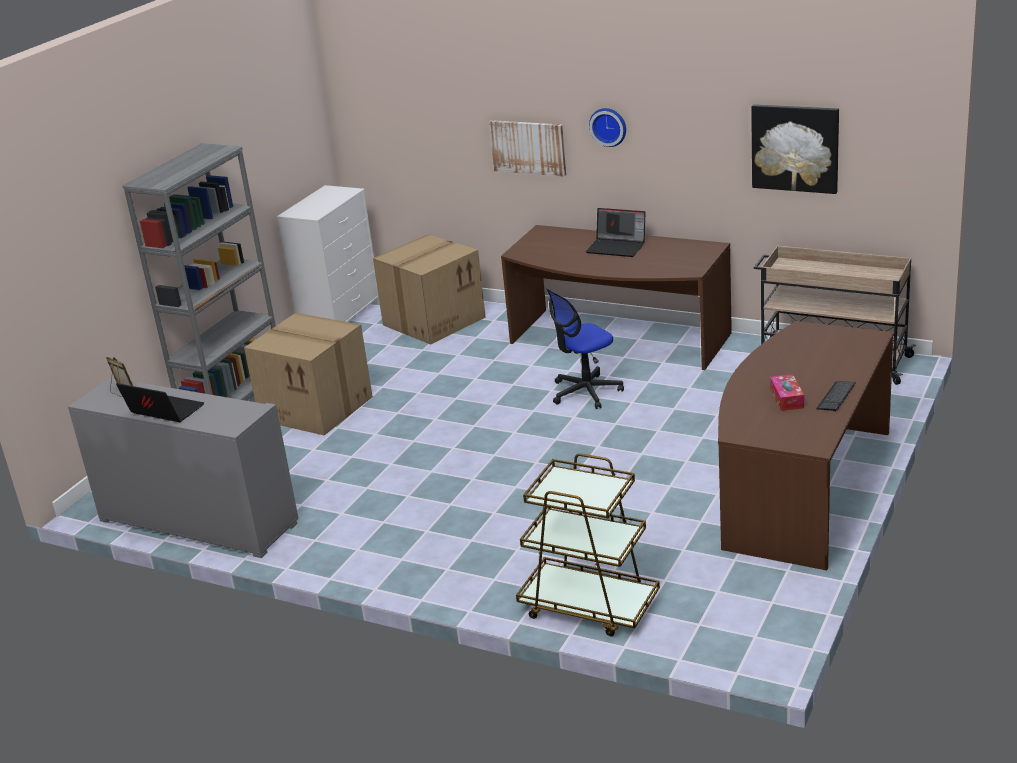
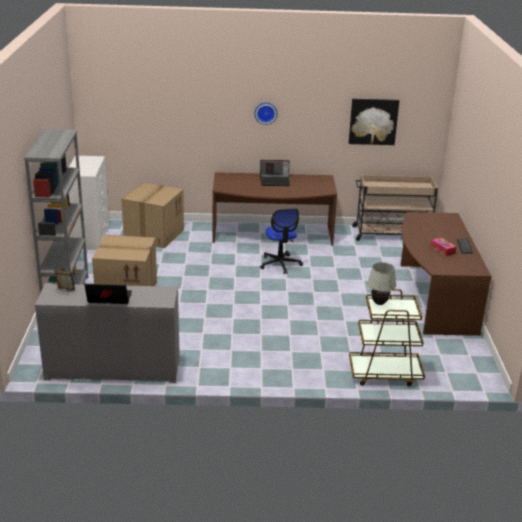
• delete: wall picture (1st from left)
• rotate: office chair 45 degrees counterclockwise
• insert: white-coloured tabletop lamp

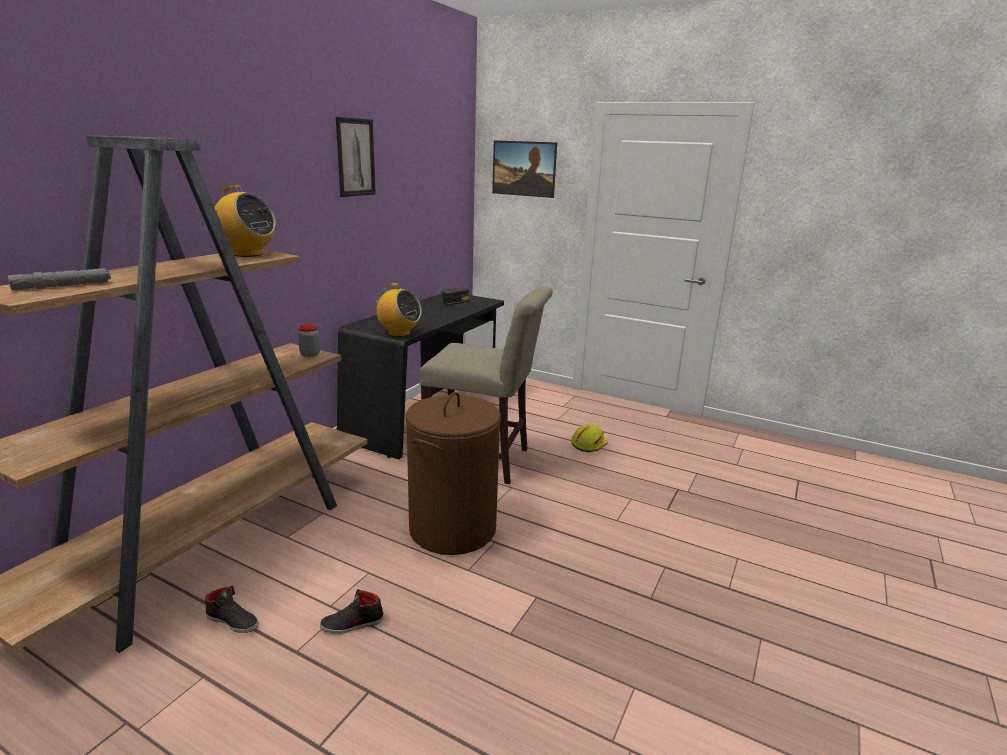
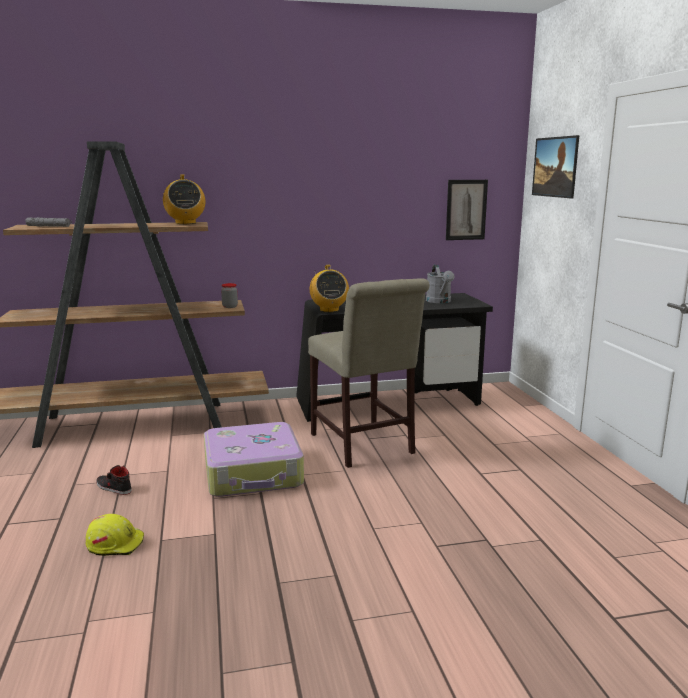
• move: wall picture (1st from left)
• replace: gray cap to gray watering pot
• replace: brownish laundry basket to suitcase
• move: yellow-coloured safety helmet
• delete: black shoe (1st from left)

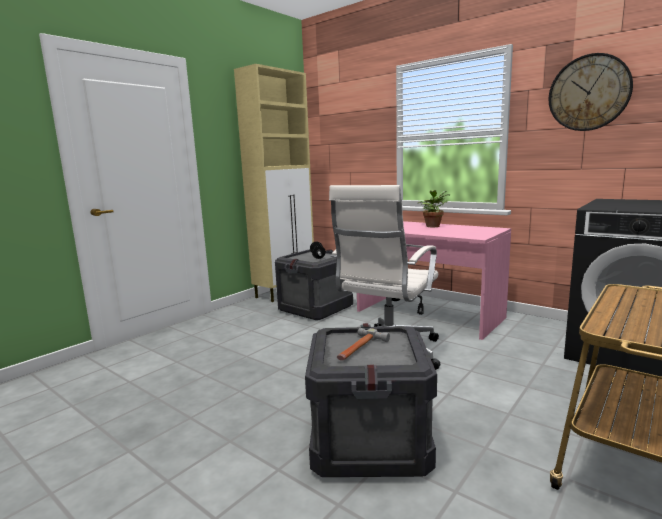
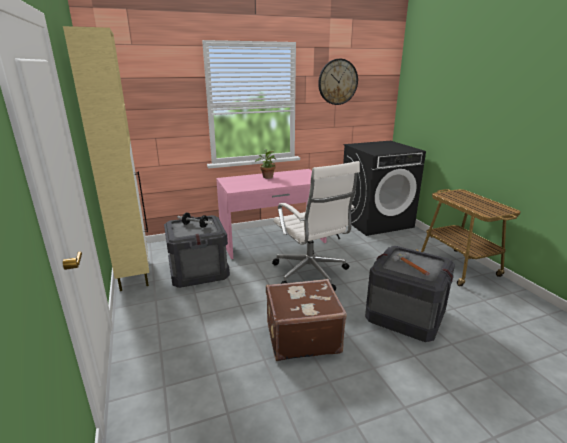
• insert: brownish suitcase

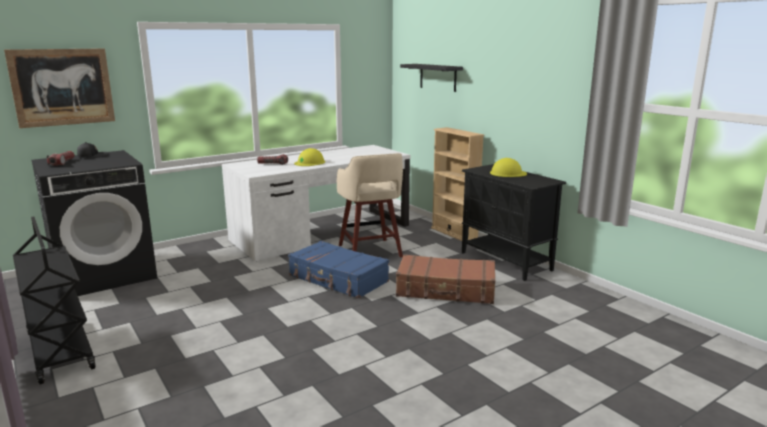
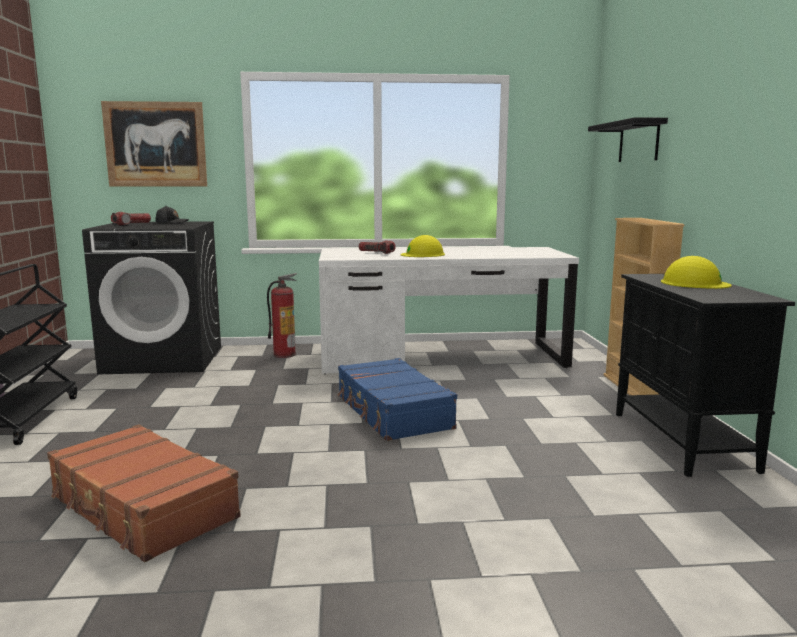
• delete: sand-coloured stool seat
• move: brownish suitcase
• insert: fire-fighting cylinder

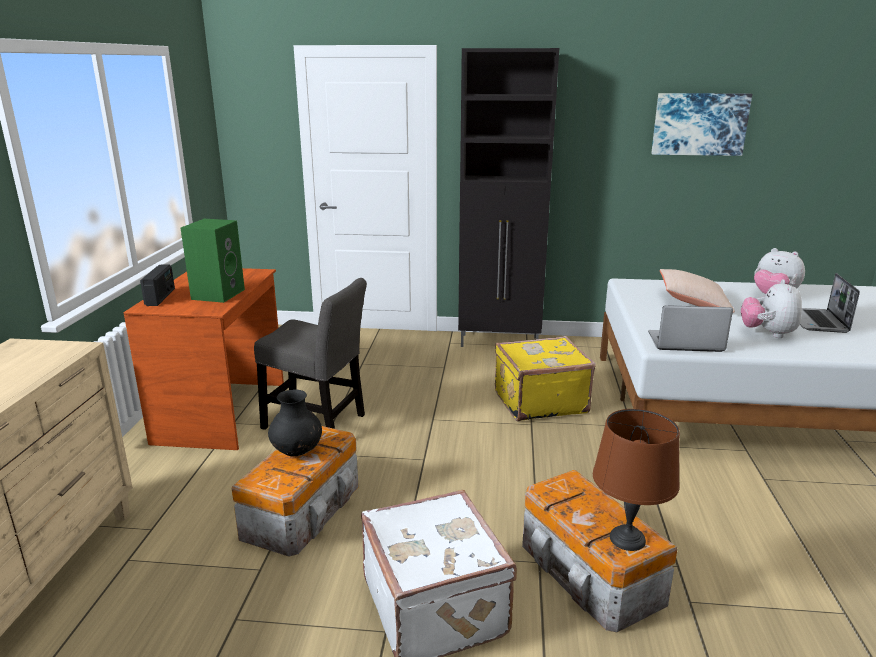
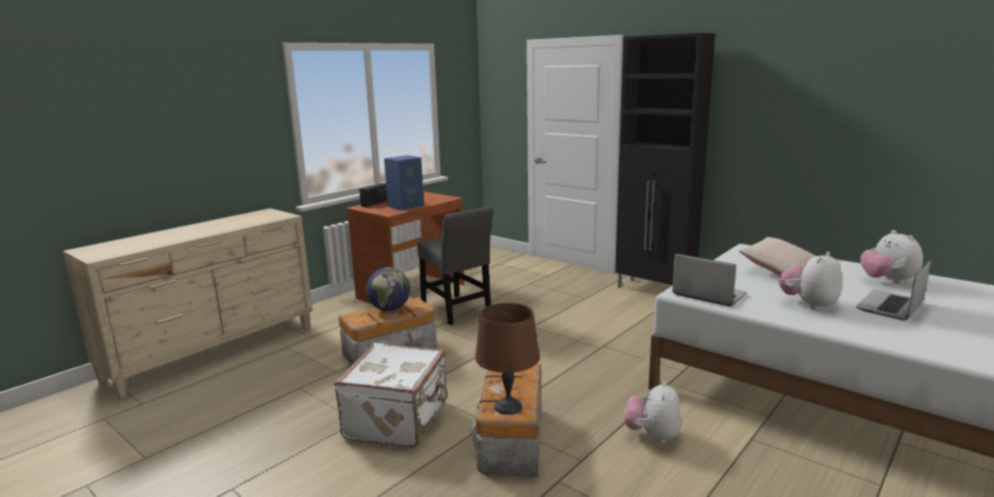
• delete: wall picture
• recolor: green audio speaker to bluish audio speaker
• delete: yellow-coloured suitcase
• replace: black vase to world globe
• insert: soft toy (1st from left)

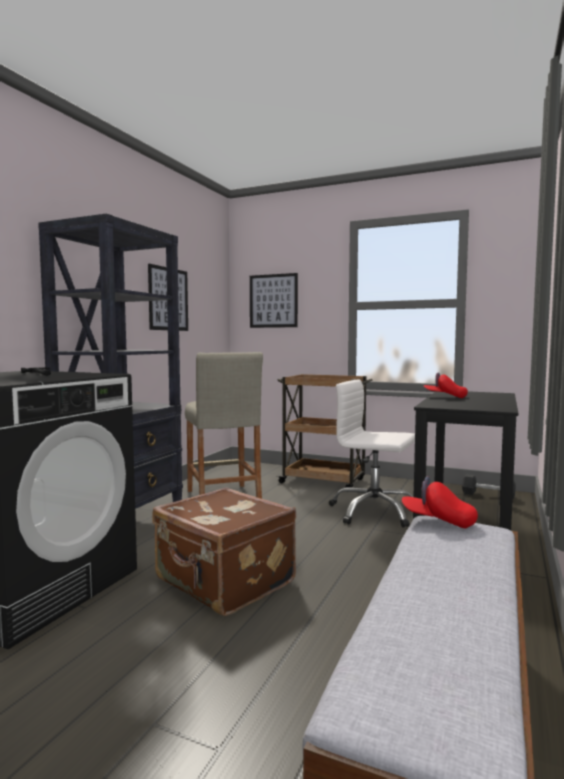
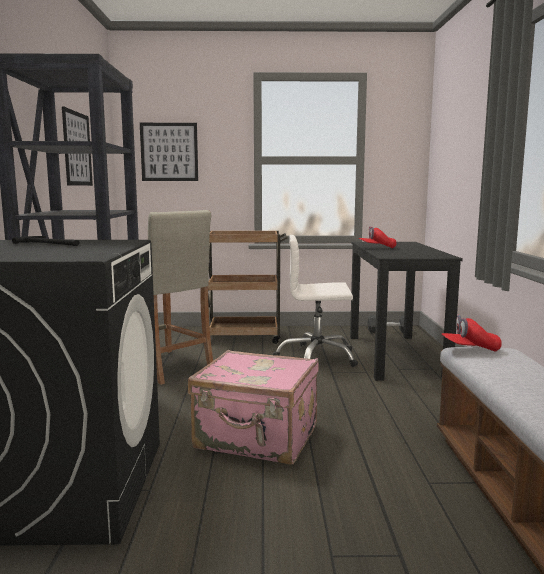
• recolor: brownish suitcase to pinkish suitcase

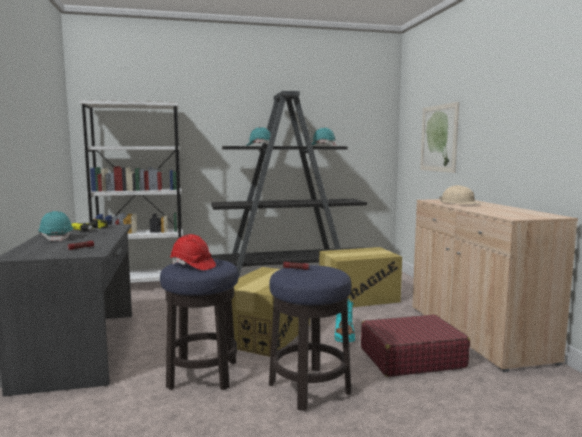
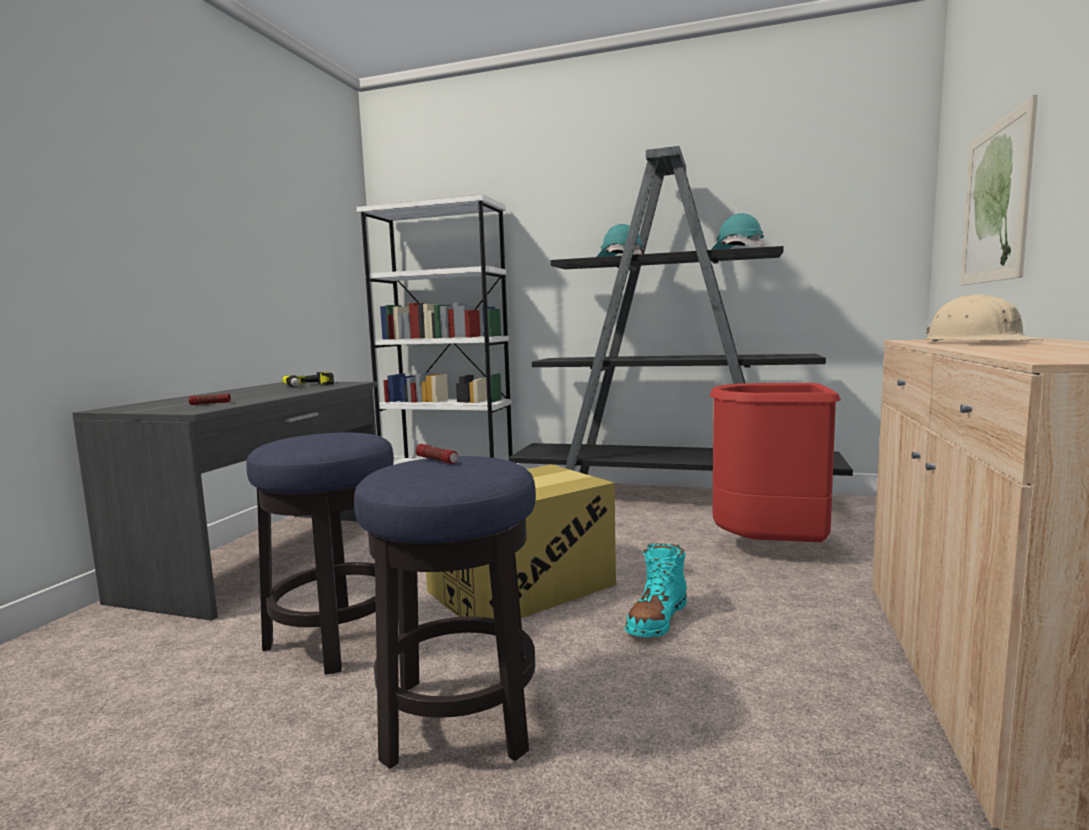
• delete: turquoise safety helmet (1st from left)
• delete: red safety helmet
• replace: cardboard box (2nd from left) to red trash can
• delete: red suitcase

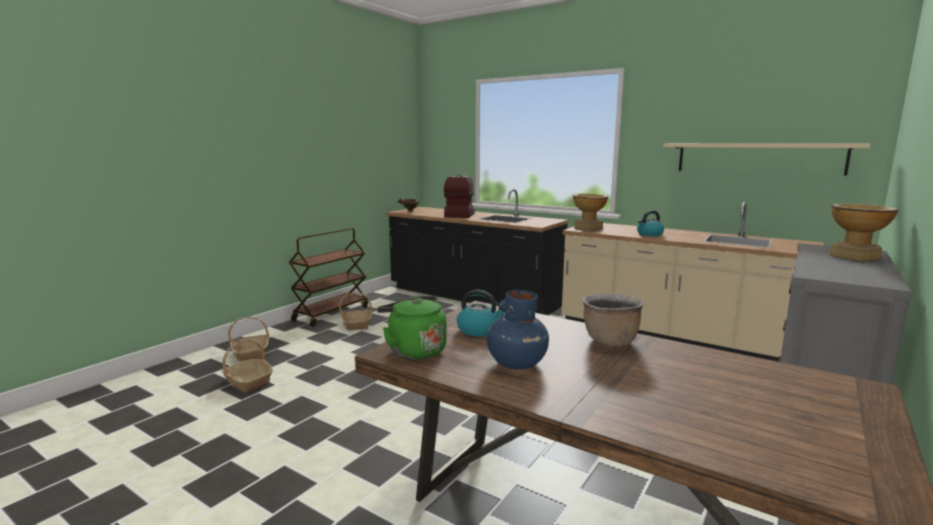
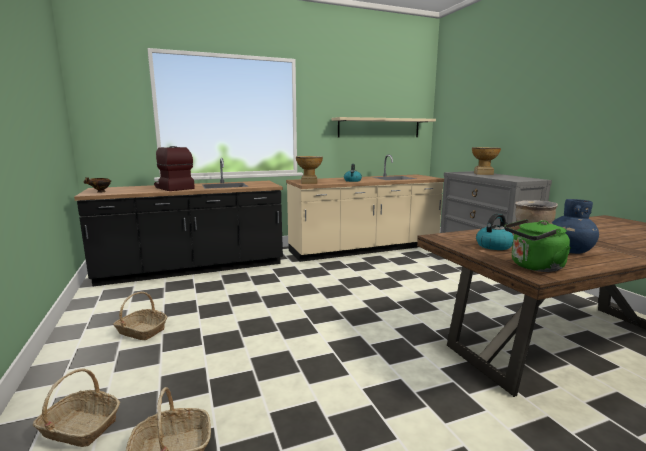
• delete: brownish wheeled cart

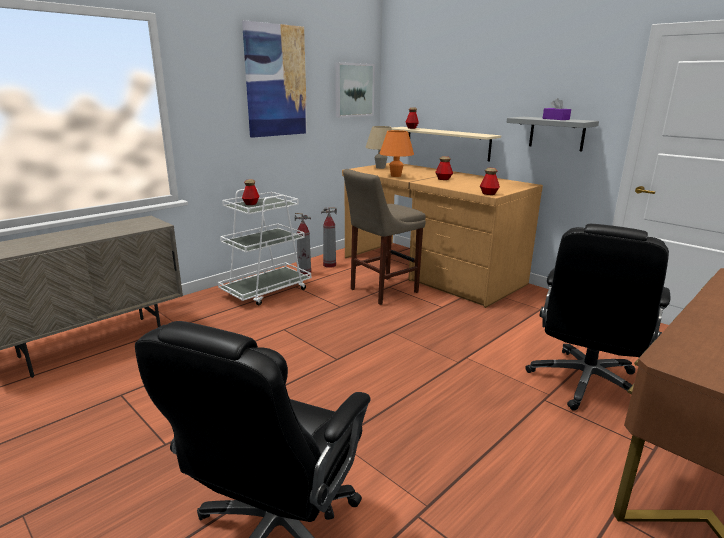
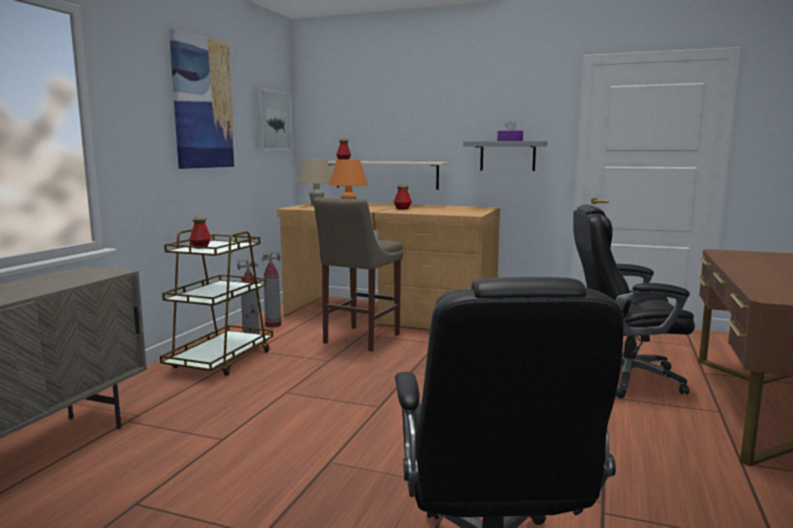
• delete: bottle (4th from left)
• recolor: white-coloured wheeled cart to brownish wheeled cart
• rotate: black office chair (2nd from left) 90 degrees clockwise

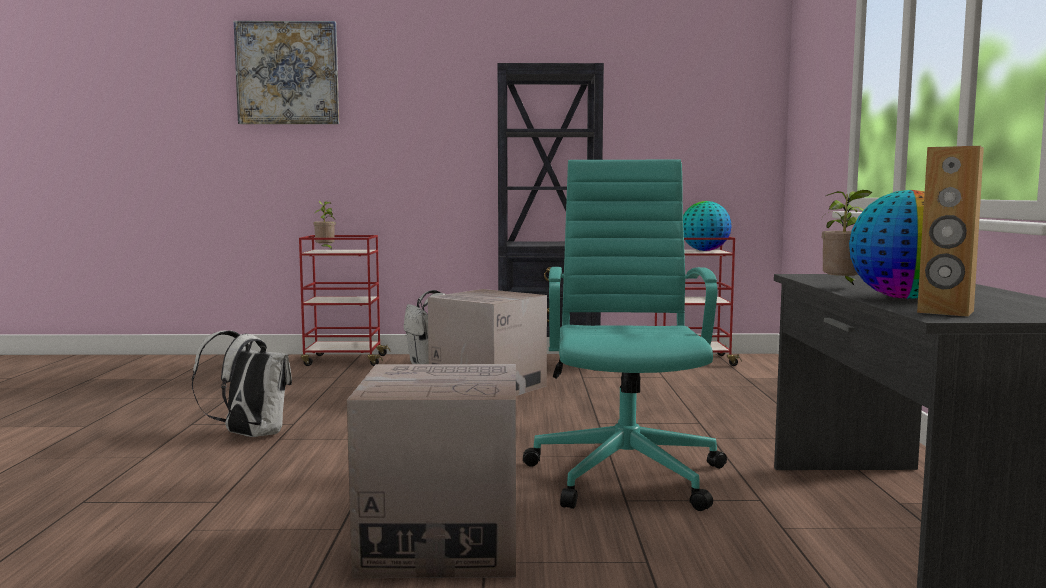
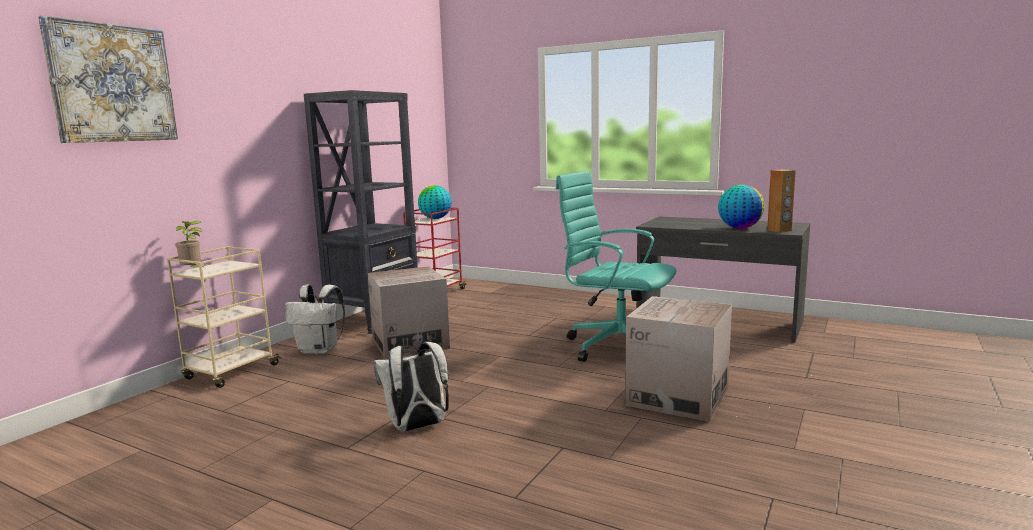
• delete: potted plant (2nd from left)
• recolor: red wheeled cart (1st from left) to sand-coloured wheeled cart

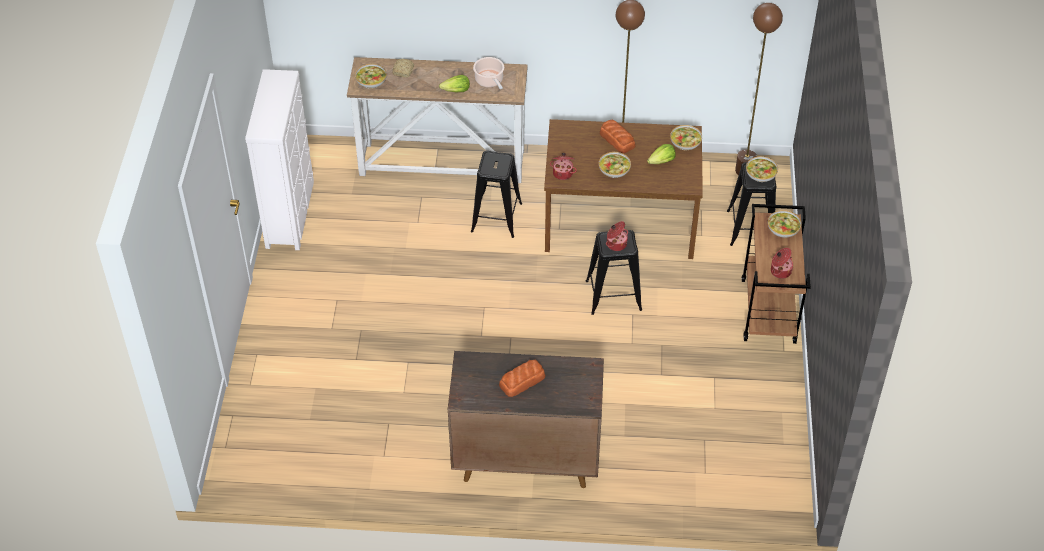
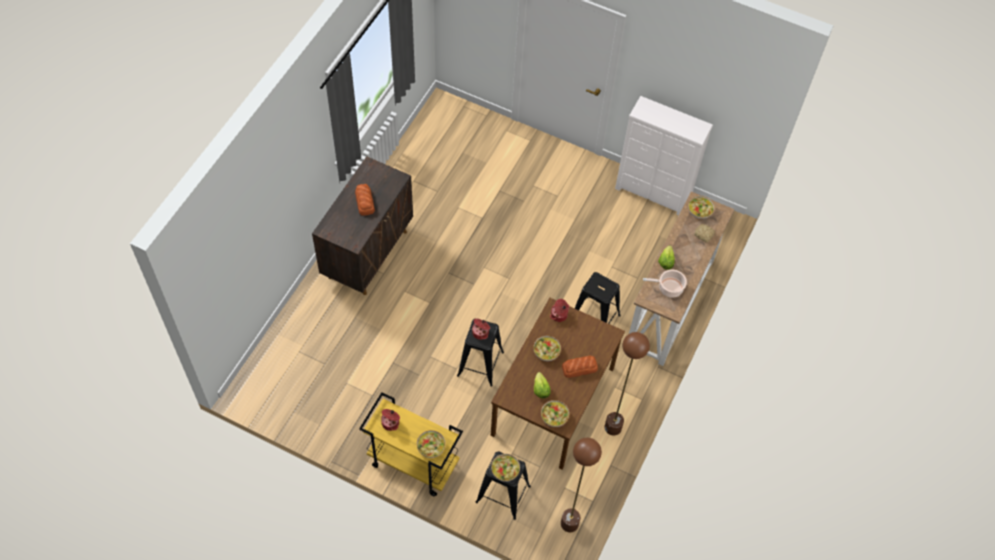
• recolor: brownish wheeled cart to yellow-coloured wheeled cart

